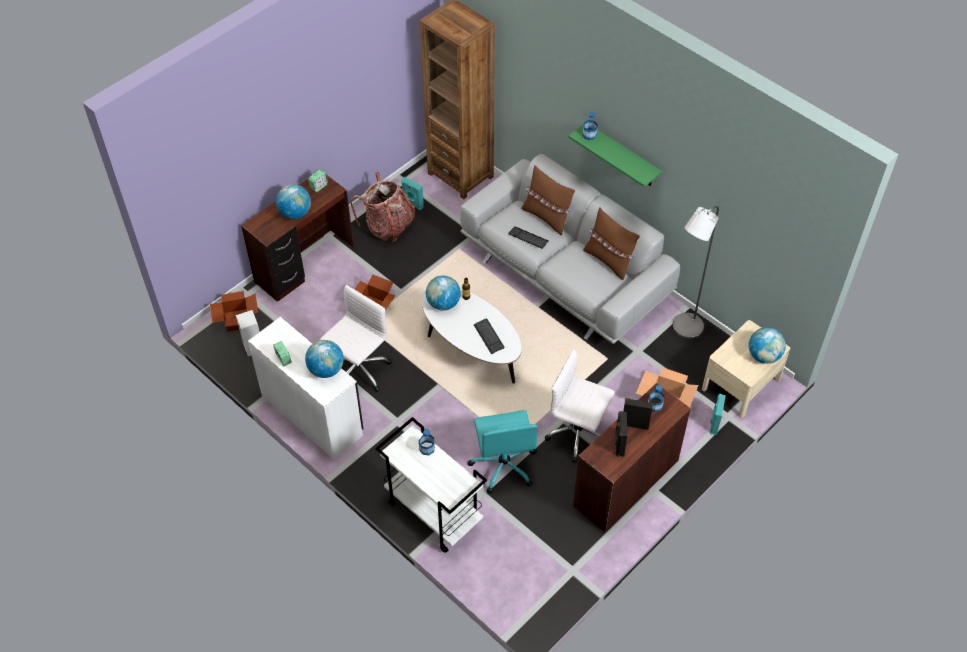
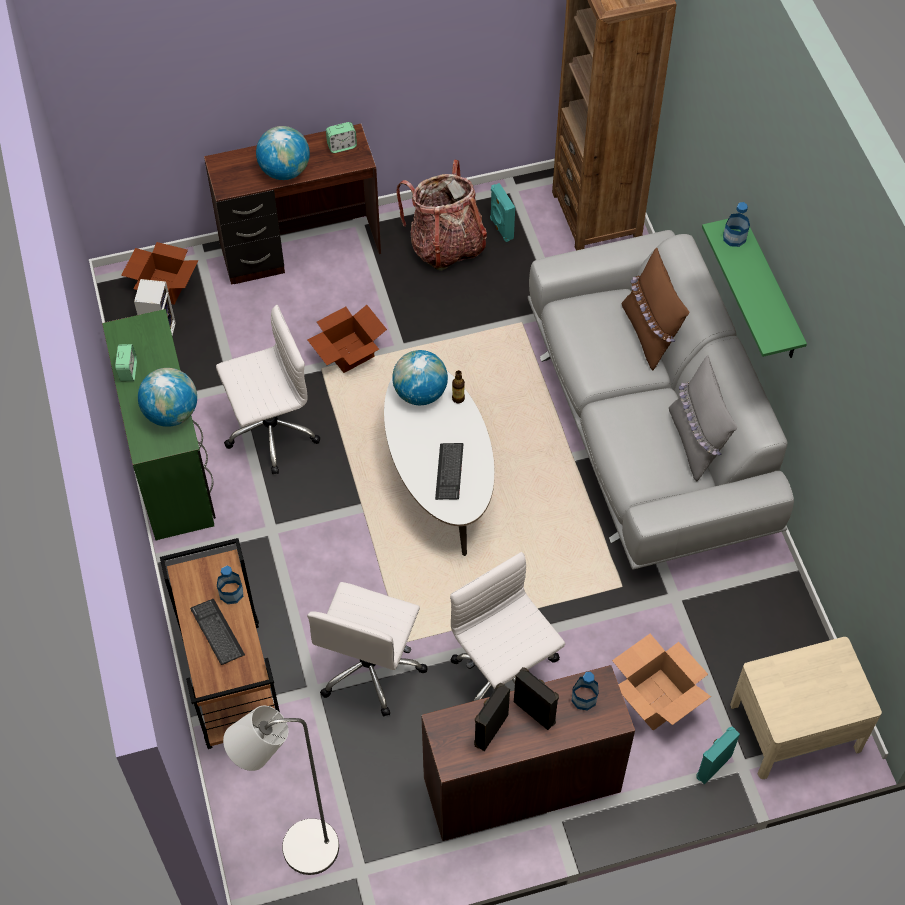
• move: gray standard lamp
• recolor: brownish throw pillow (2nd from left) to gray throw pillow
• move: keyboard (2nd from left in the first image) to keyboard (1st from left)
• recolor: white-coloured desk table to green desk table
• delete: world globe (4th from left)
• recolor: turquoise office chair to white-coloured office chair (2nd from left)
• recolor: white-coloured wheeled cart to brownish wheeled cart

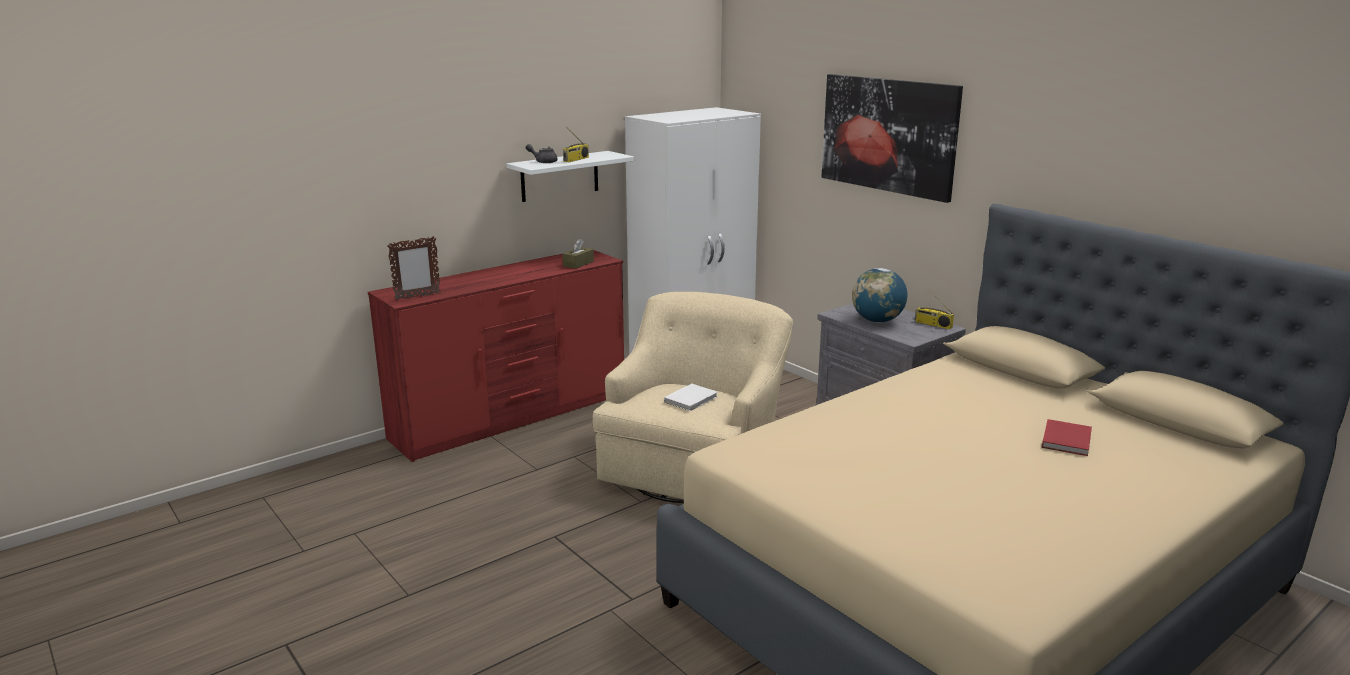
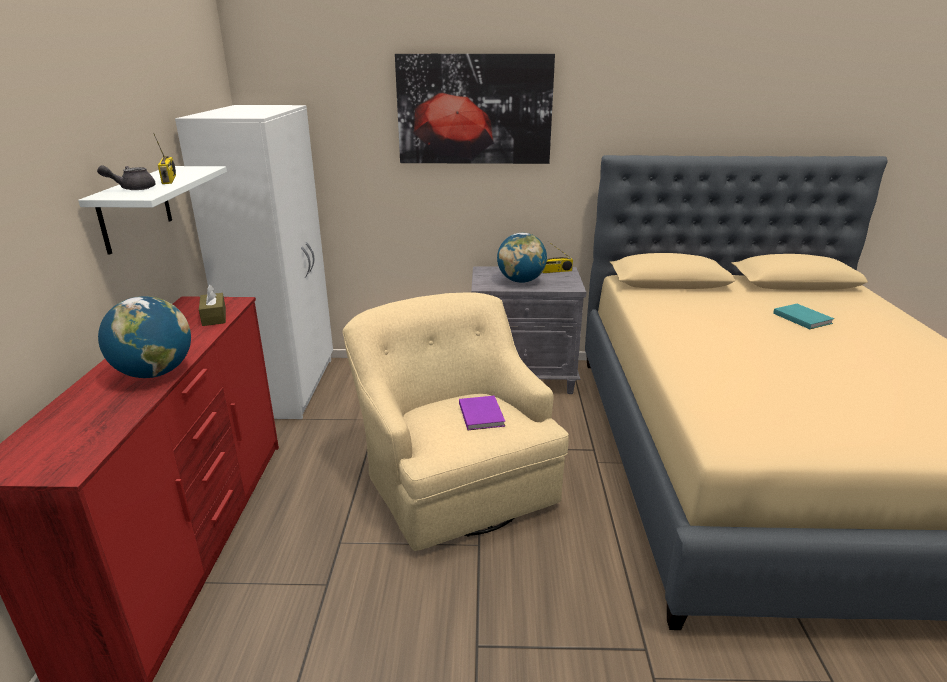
• delete: standing frame
• recolor: white-coloured bound book to purple bound book
• recolor: red bound book to turquoise bound book
• insert: world globe (1st from left)

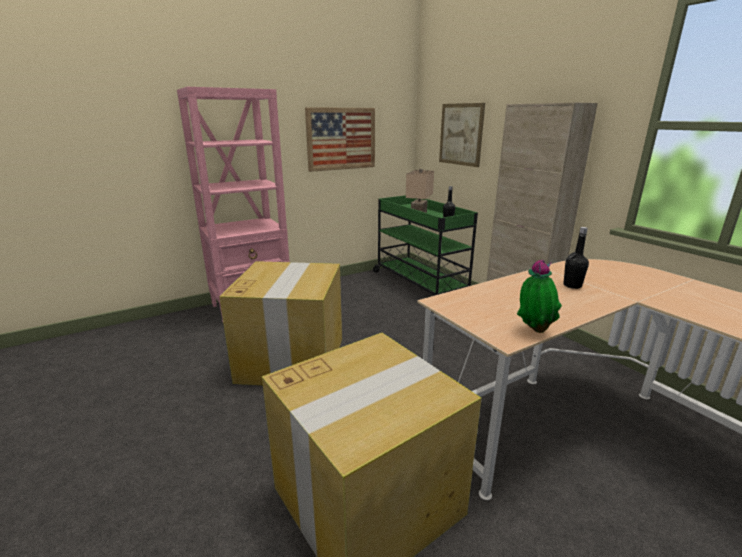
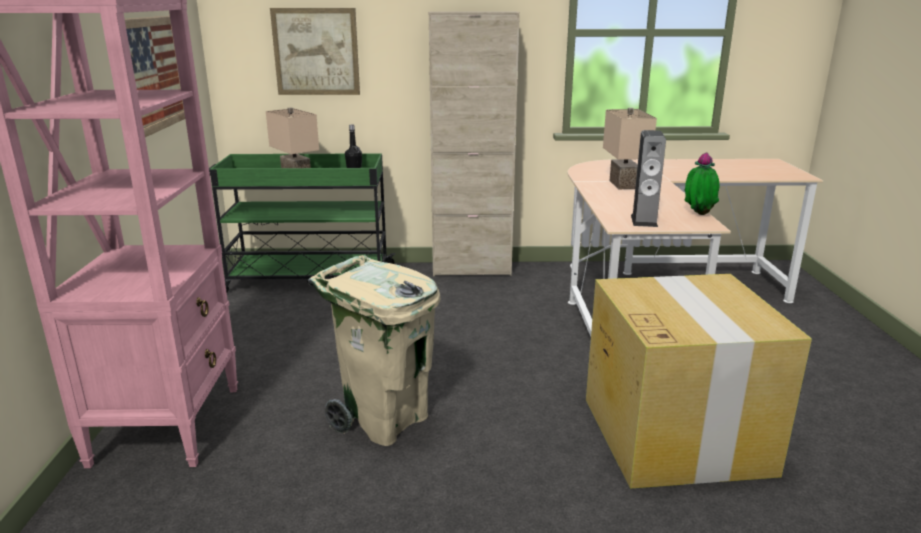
• replace: black bottle (2nd from left) to sand-coloured tabletop lamp (2nd from left)
• replace: cardboard box (1st from left) to sand-coloured trash can
• insert: audio speaker

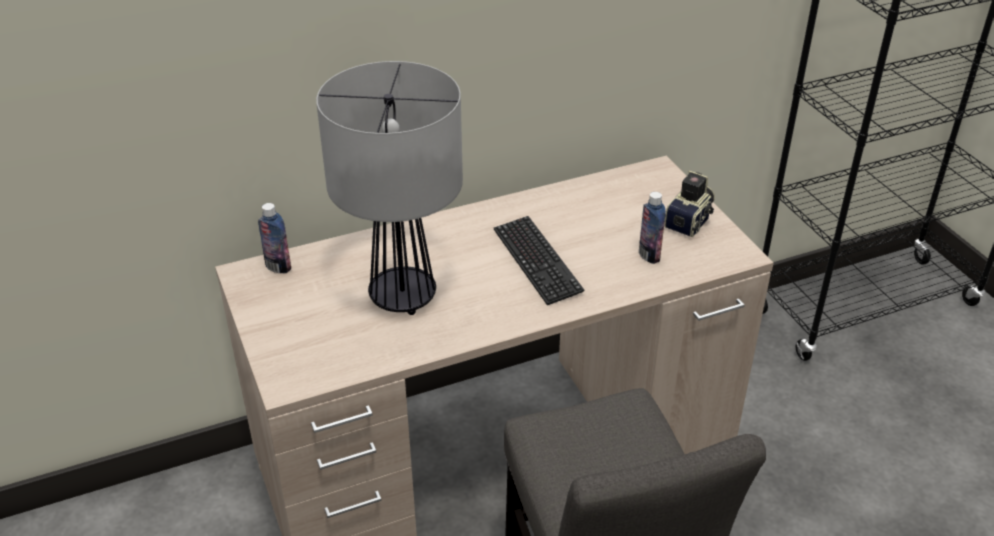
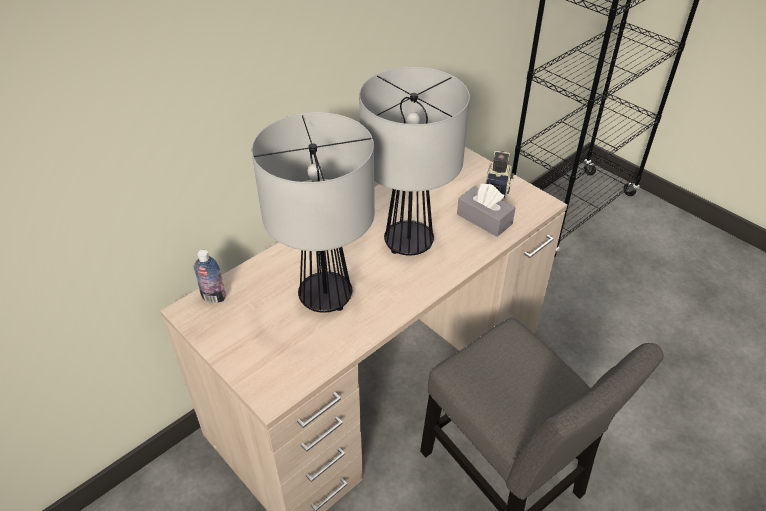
• replace: bottle (2nd from left) to gray box of tissues
• replace: keyboard to tabletop lamp (2nd from left)

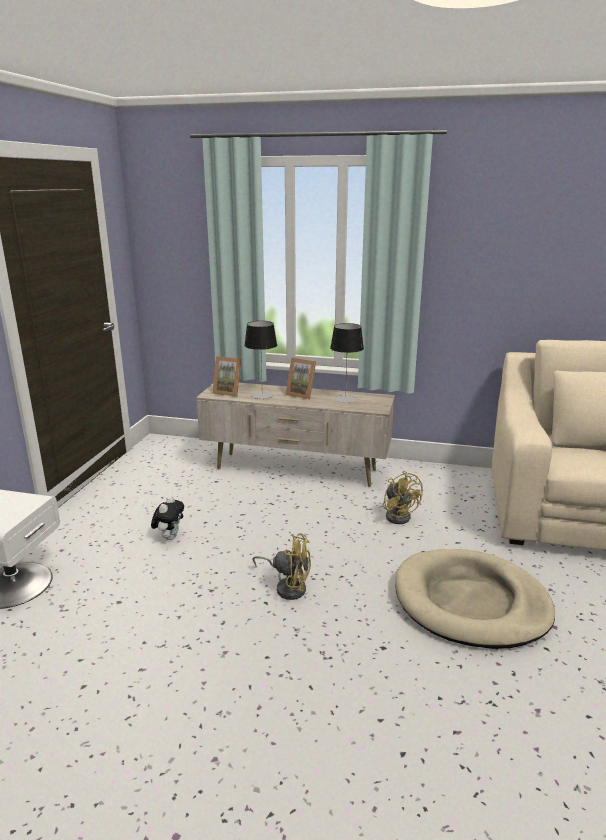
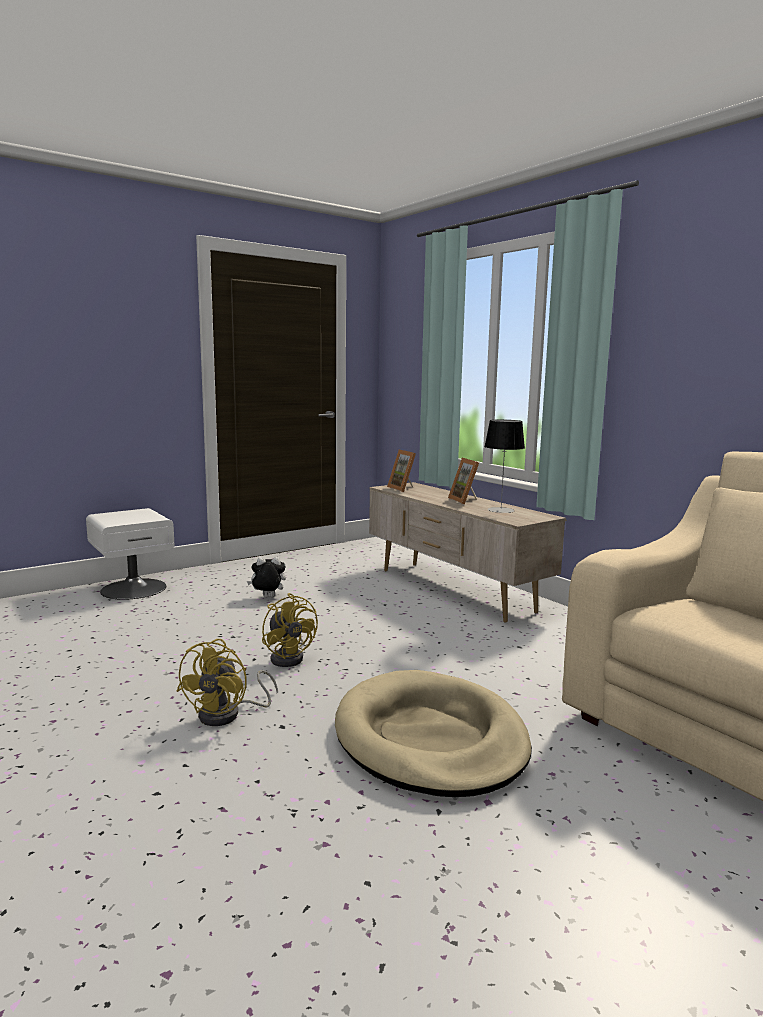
• delete: tabletop lamp (1st from left)
• move: yellow-coloured electric fan (2nd from left in the first image) to yellow-coloured electric fan (1st from left)
• rotate: soft toy 150 degrees counterclockwise

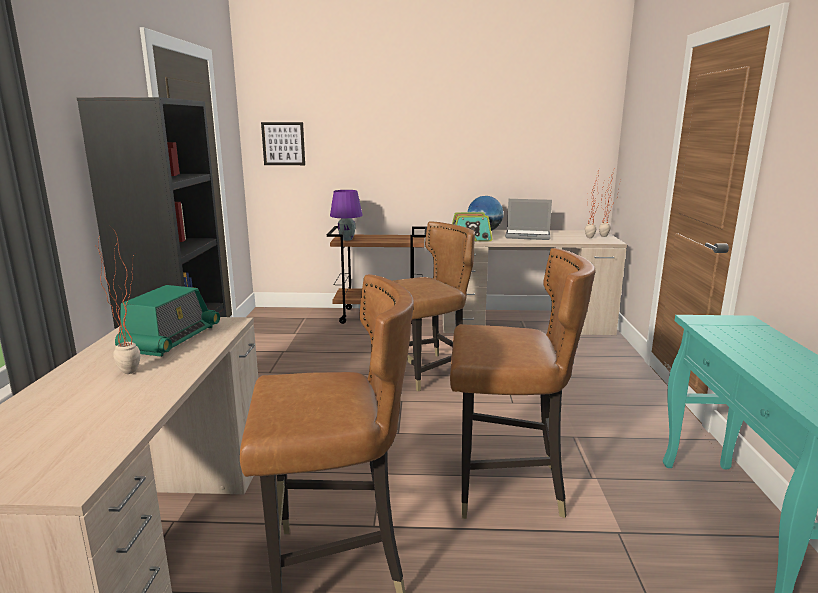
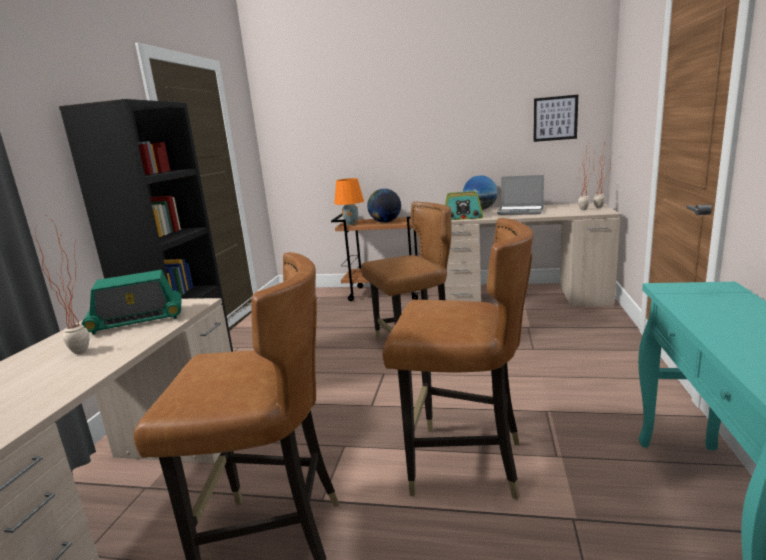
• move: wall picture
• recolor: purple tabletop lamp to orange-coloured tabletop lamp
• rotate: radio receiver (1st from left) 45 degrees clockwise
• insert: world globe (1st from left)

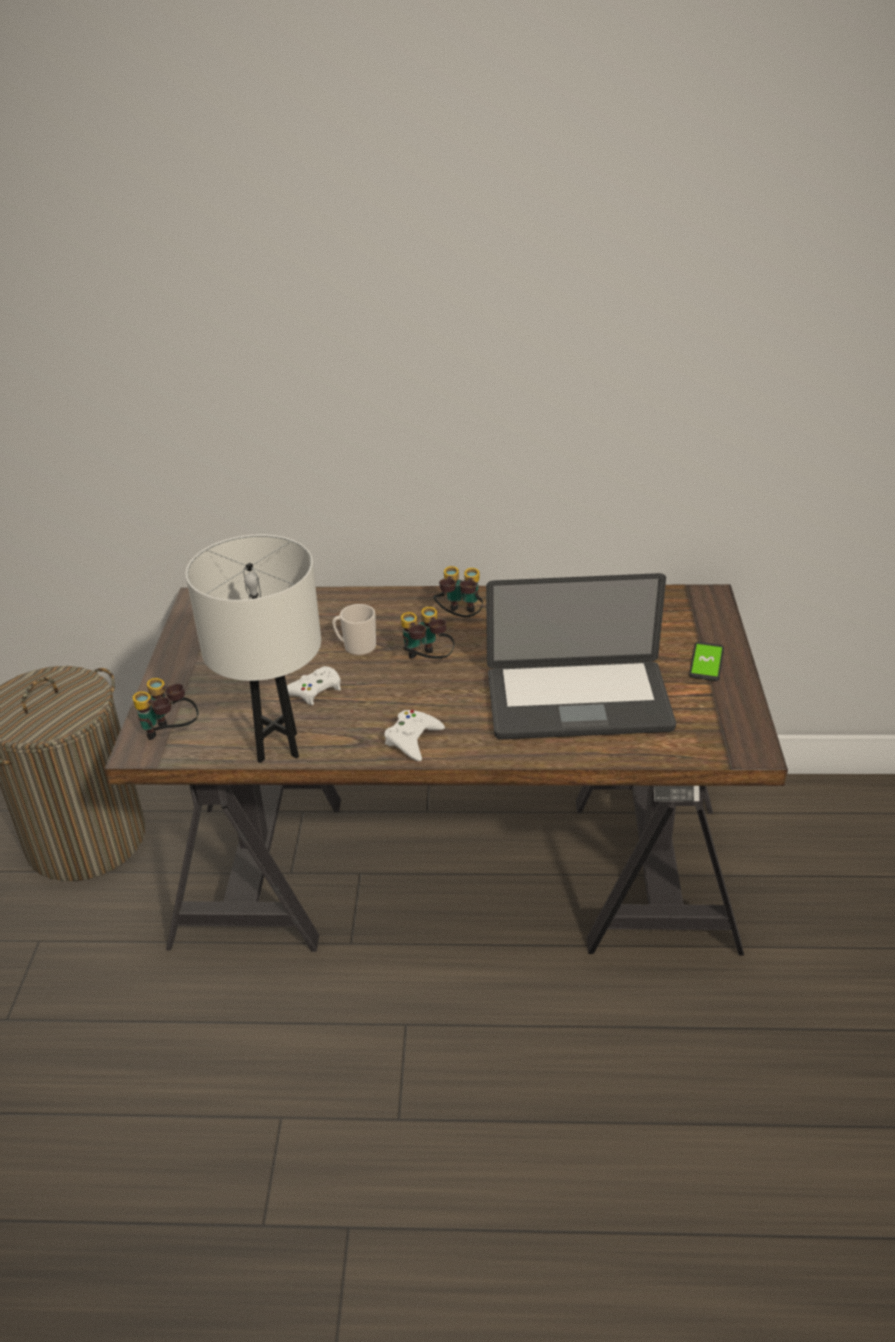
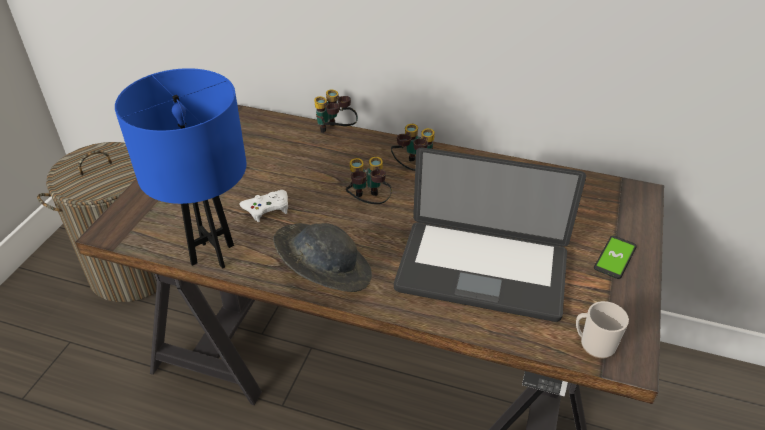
• recolor: white-coloured tabletop lamp to bluish tabletop lamp
• move: coffee mug
• move: binoculars (1st from left)
• replace: white-coloured game controller (2nd from left) to gray clothing hat

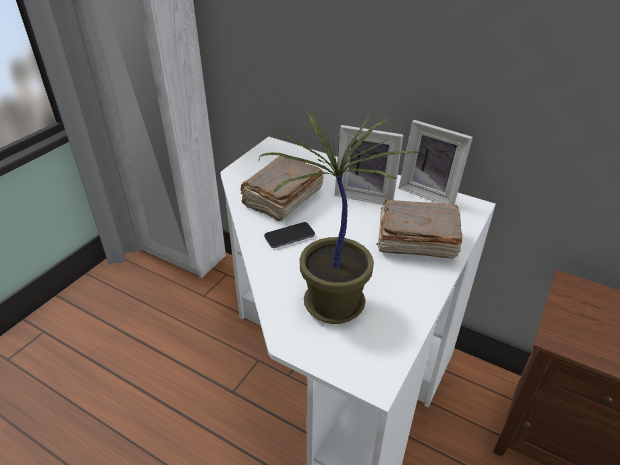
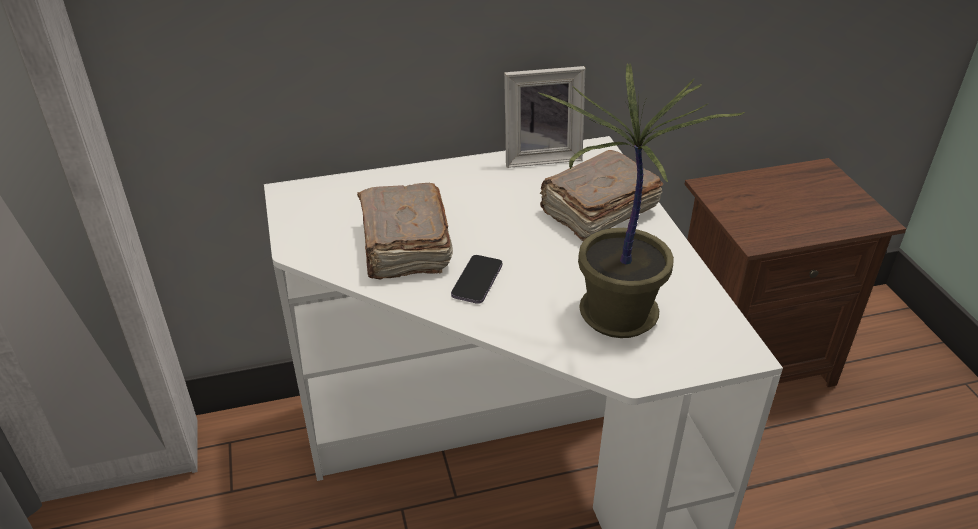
• delete: standing frame (1st from left)

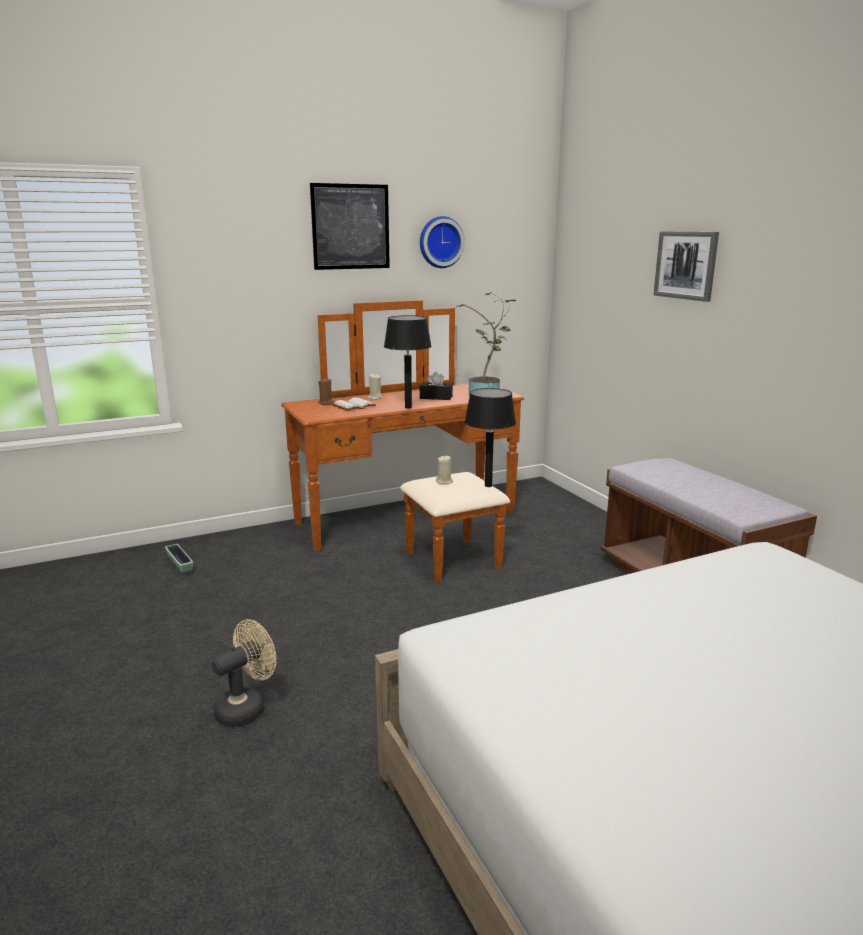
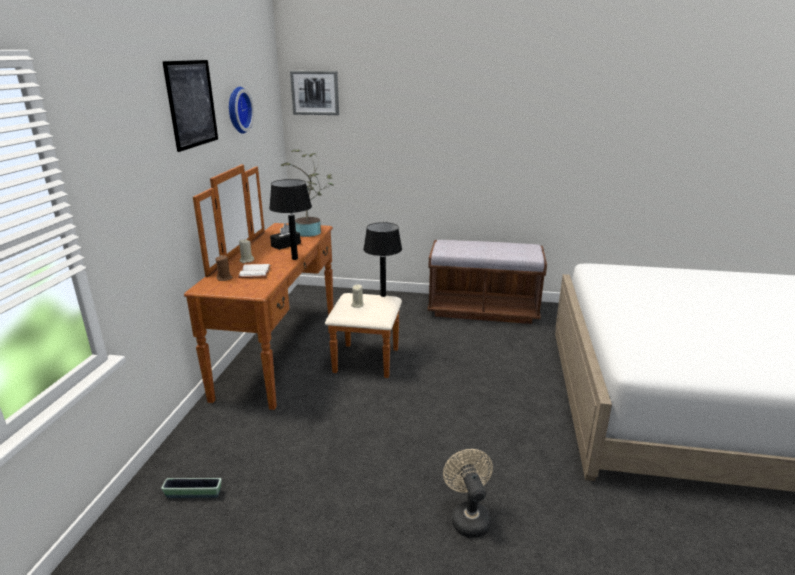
• move: wall picture (2nd from left)

